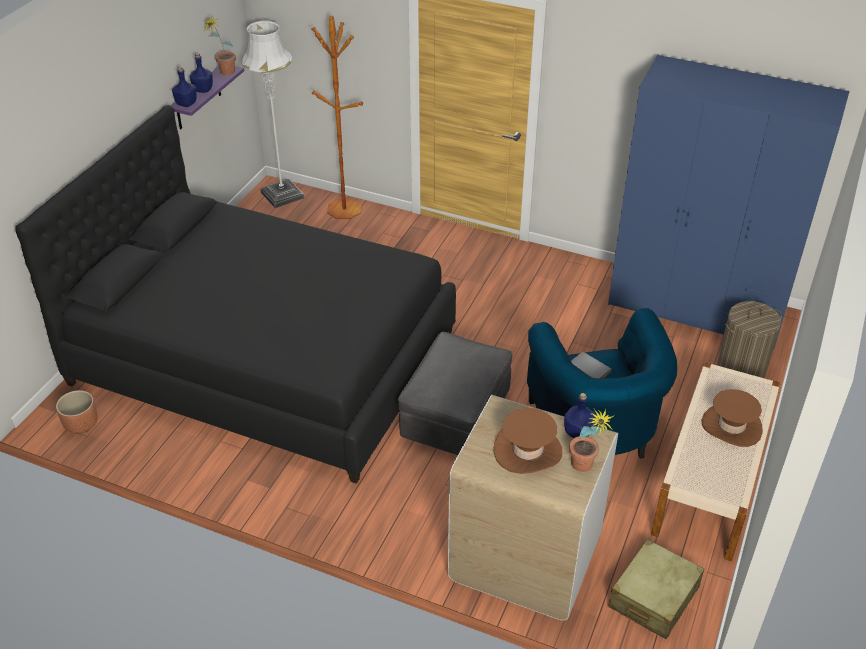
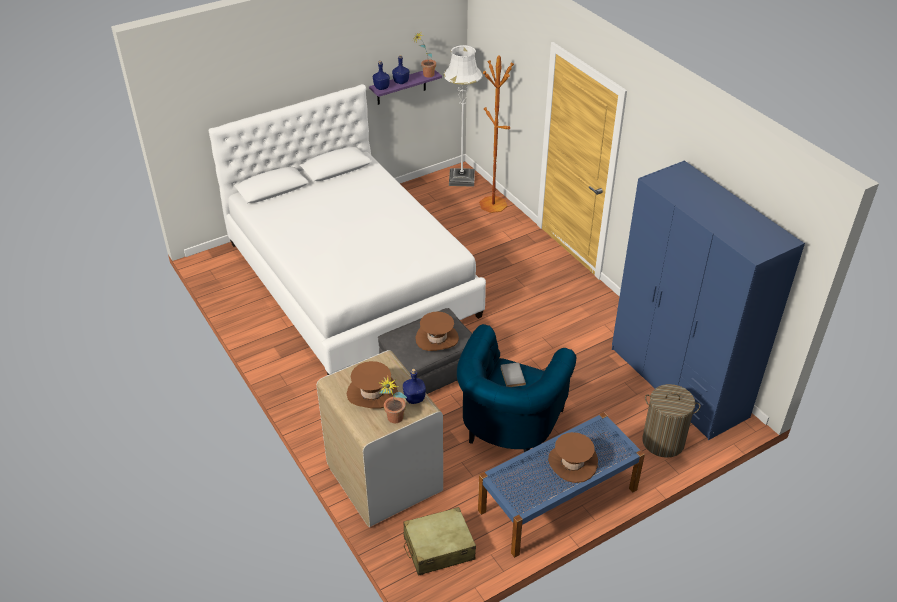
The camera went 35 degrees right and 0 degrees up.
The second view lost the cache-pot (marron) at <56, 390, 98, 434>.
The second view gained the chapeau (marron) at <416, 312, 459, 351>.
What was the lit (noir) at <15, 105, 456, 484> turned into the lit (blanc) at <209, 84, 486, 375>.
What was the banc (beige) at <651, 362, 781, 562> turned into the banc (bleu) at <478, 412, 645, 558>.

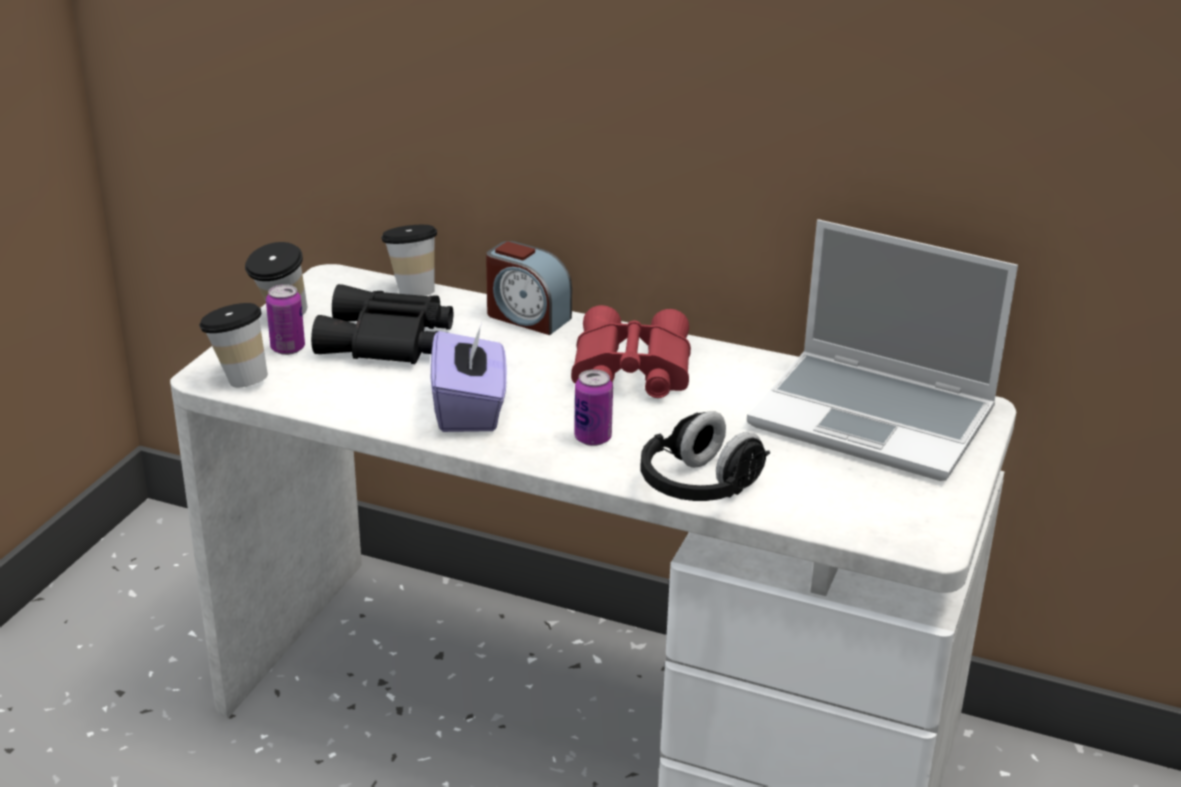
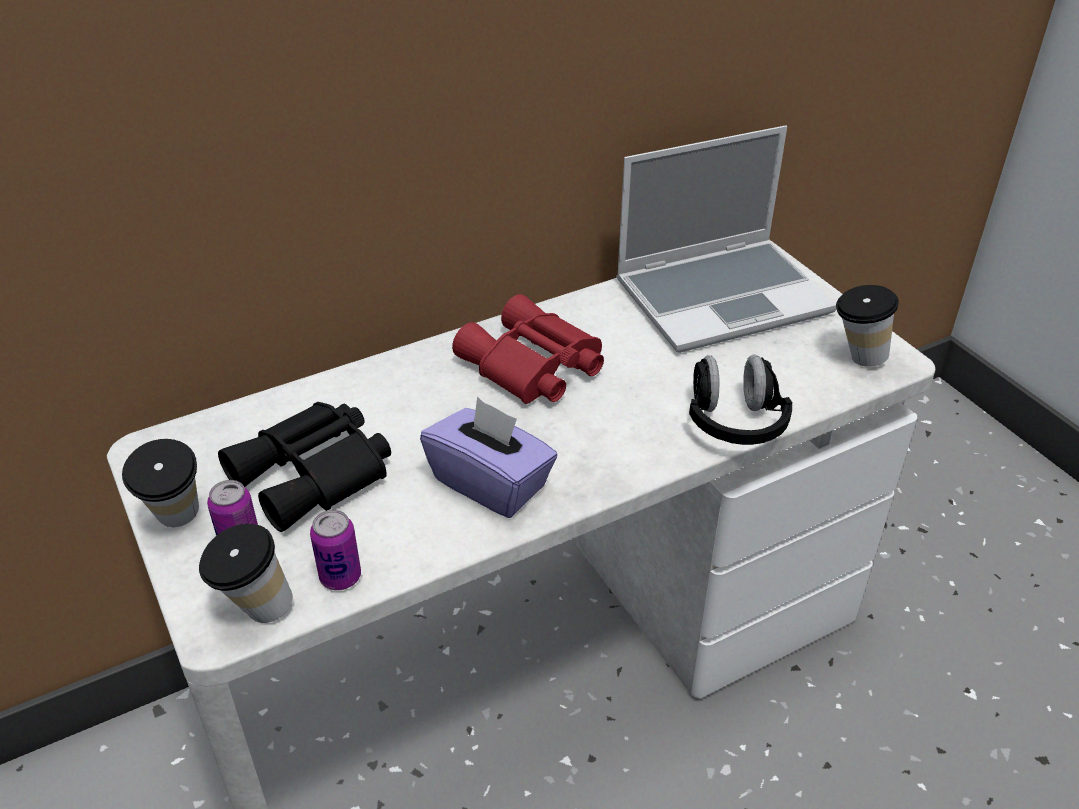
The camera went 50 degrees left and 10 degrees up.
The second view lost the réveil at <486, 241, 572, 335>.
The tasse ended up elsewhere, having gone from <381, 225, 437, 296> to <836, 285, 899, 367>.
The boîte métallique ended up elsewhere, having gone from <574, 369, 613, 446> to <310, 510, 361, 590>.

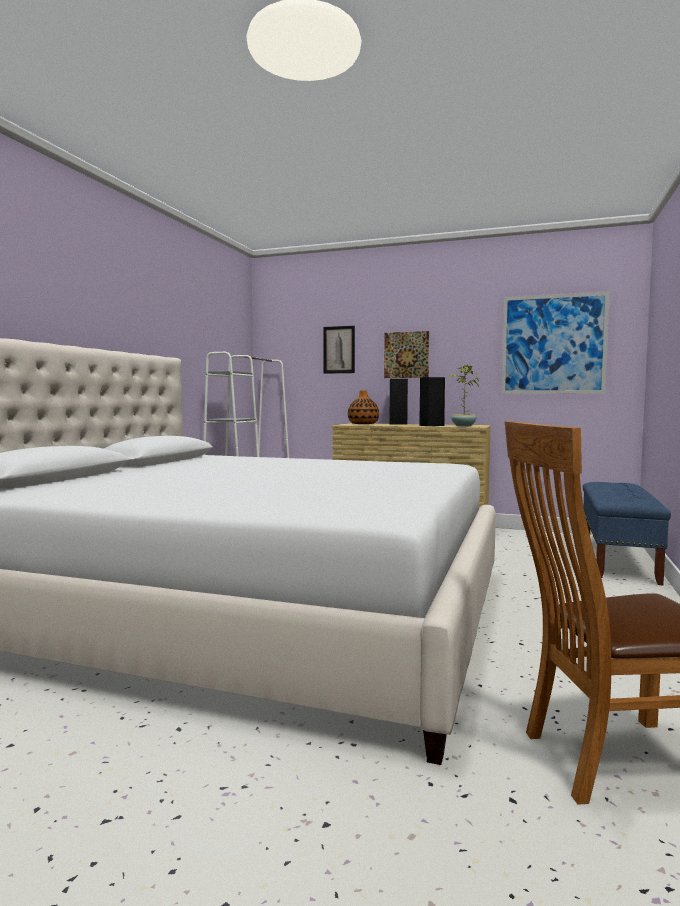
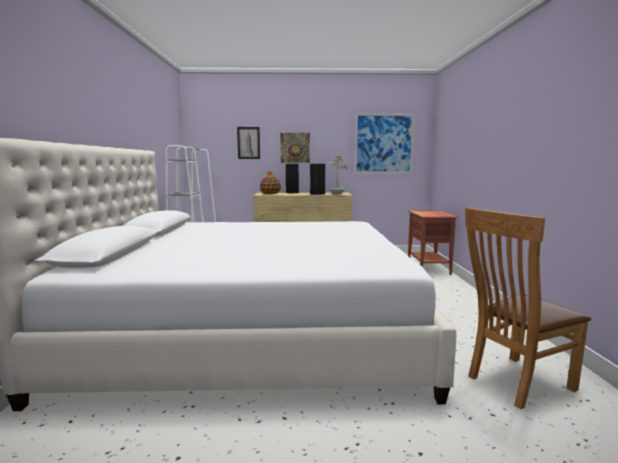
The camera went 20 degrees left and 5 degrees up.
Where the banc (bleu) stood at <583, 482, 671, 585>, the table de chevet came to stand at <408, 211, 459, 275>.

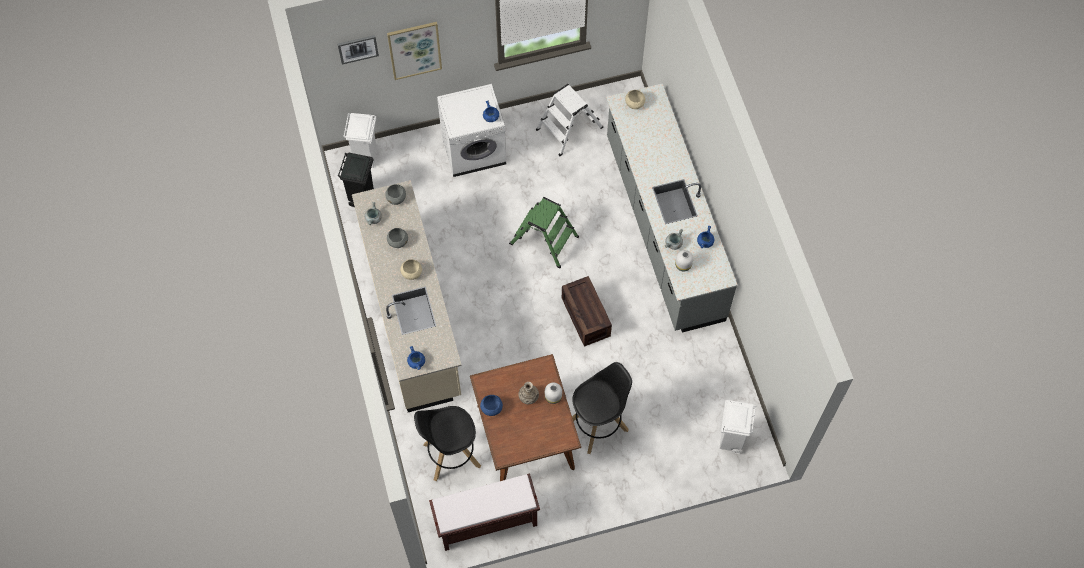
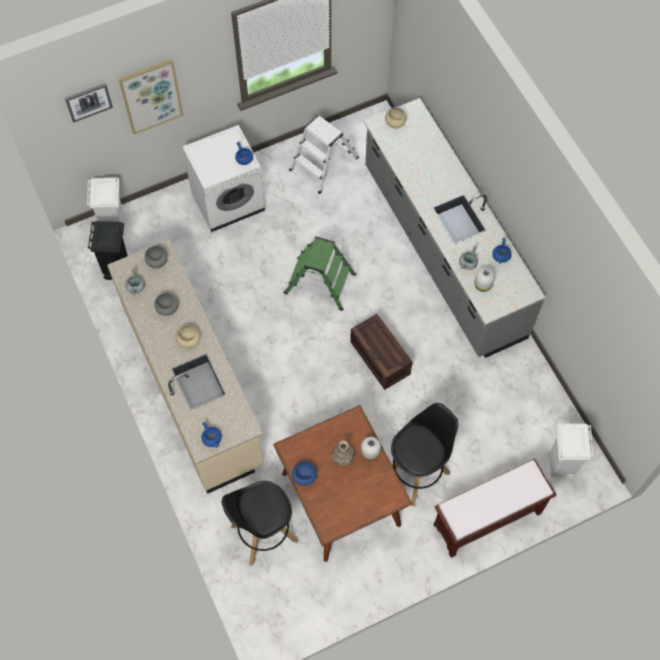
The camera went 10 degrees left and 0 degrees up.
The banc (marron) ended up elsewhere, having gone from <429, 473, 540, 551> to <434, 459, 557, 558>.

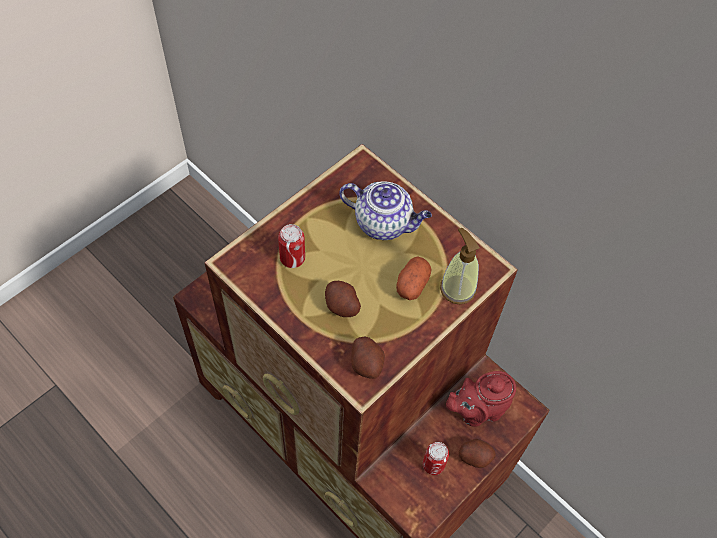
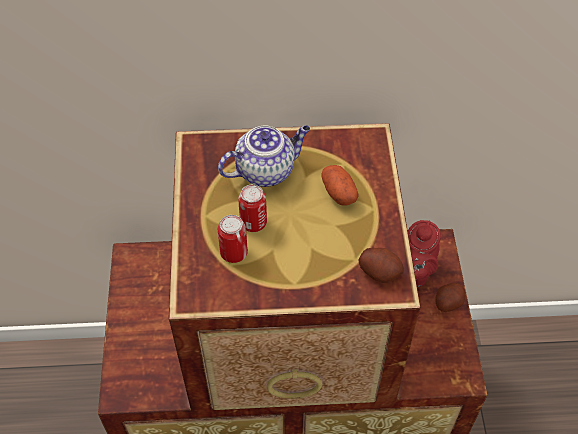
The camera went 45 degrees left and 5 degrees down.
The second view lost the pomme de terre at <325, 281, 361, 317>.
The second view lost the distributeur de savon at <440, 228, 480, 305>.
The boîte métallique ended up elsewhere, having gone from <423, 442, 449, 475> to <238, 184, 267, 232>.

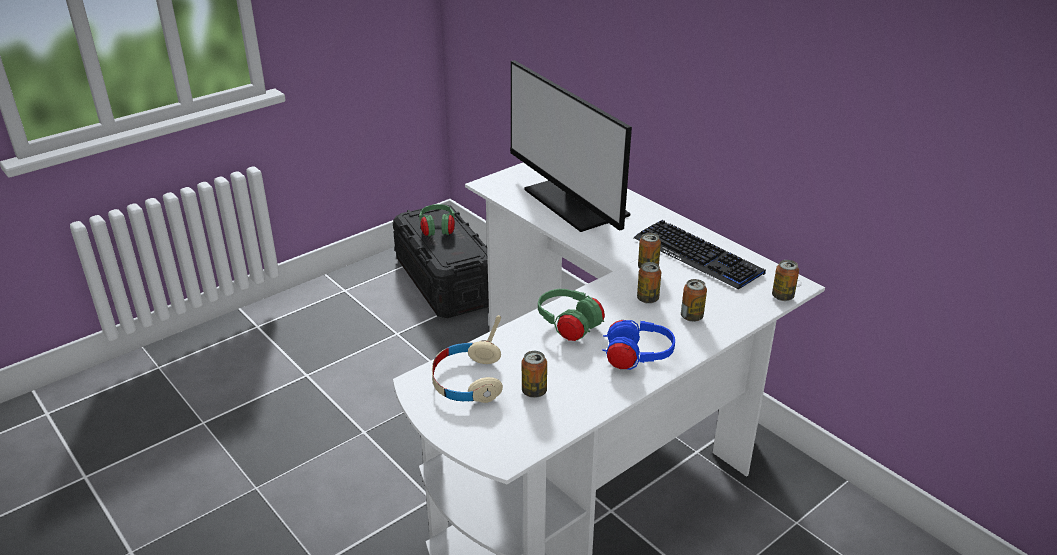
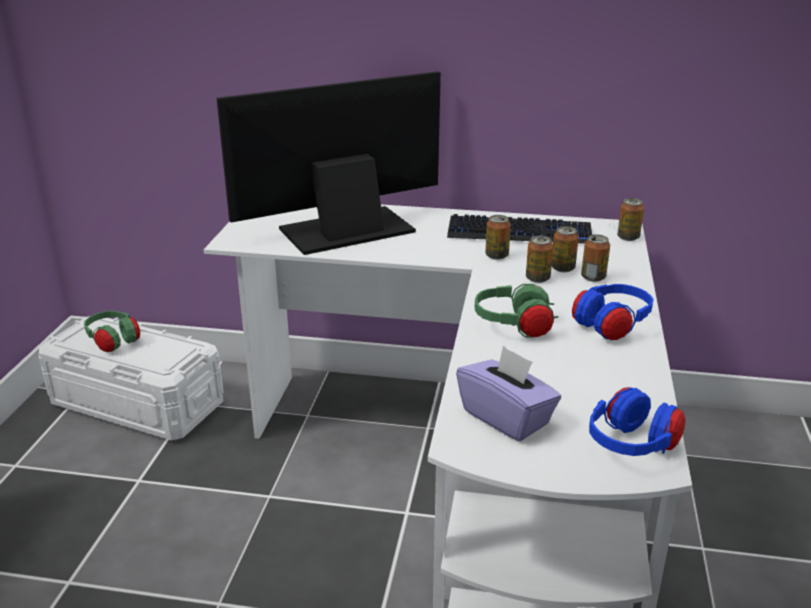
The camera went 40 degrees left and 5 degrees down.
The second view gained the casque audio (bleu) at <589, 387, 685, 456>.
The boîte métallique ended up elsewhere, having gone from <521, 351, 547, 398> to <552, 226, 579, 272>.
Where the casque audio (beige) stood at <432, 315, 503, 403>, the boîte à mouchoirs (violet) came to stand at <456, 346, 561, 441>.
What was the boîte de rangement (noir) at <393, 204, 489, 318> turned into the boîte de rangement (blanc) at <39, 316, 223, 440>.
The écran d'ordinateur at <510, 60, 632, 232> ended up facing another way, 135 degrees clockwise from before.

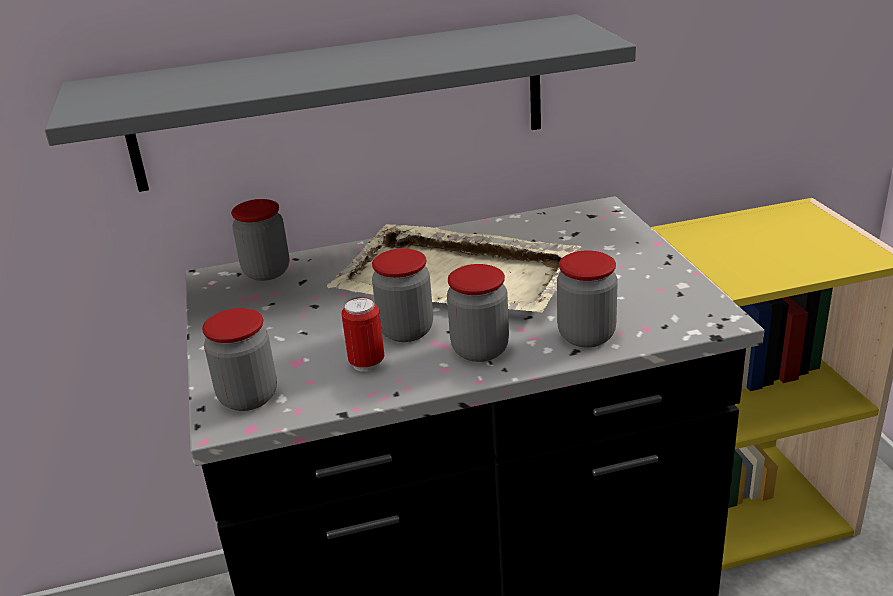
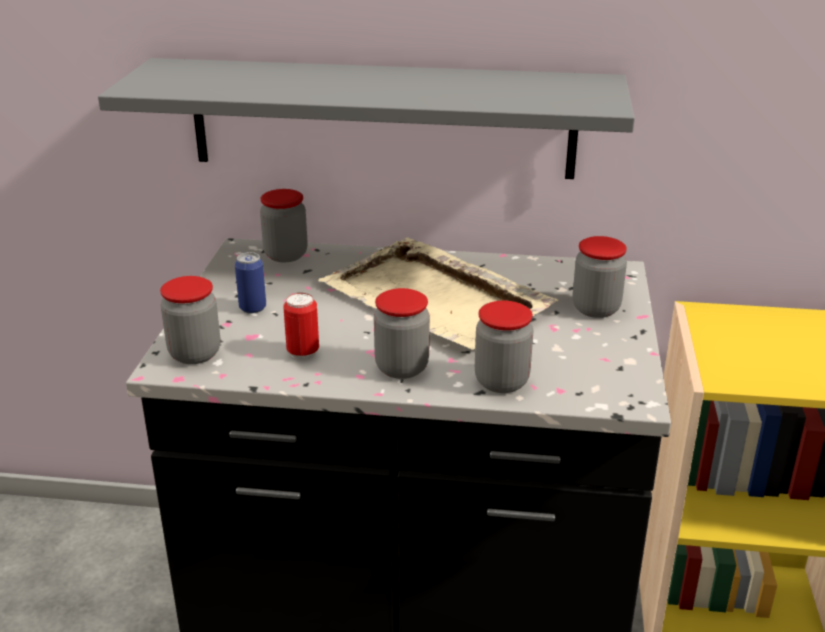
The camera went 20 degrees right and 0 degrees up.
The second view gained the boîte métallique at <235, 252, 266, 314>.
The bocal ended up elsewhere, having gone from <372, 248, 433, 342> to <573, 236, 627, 318>.

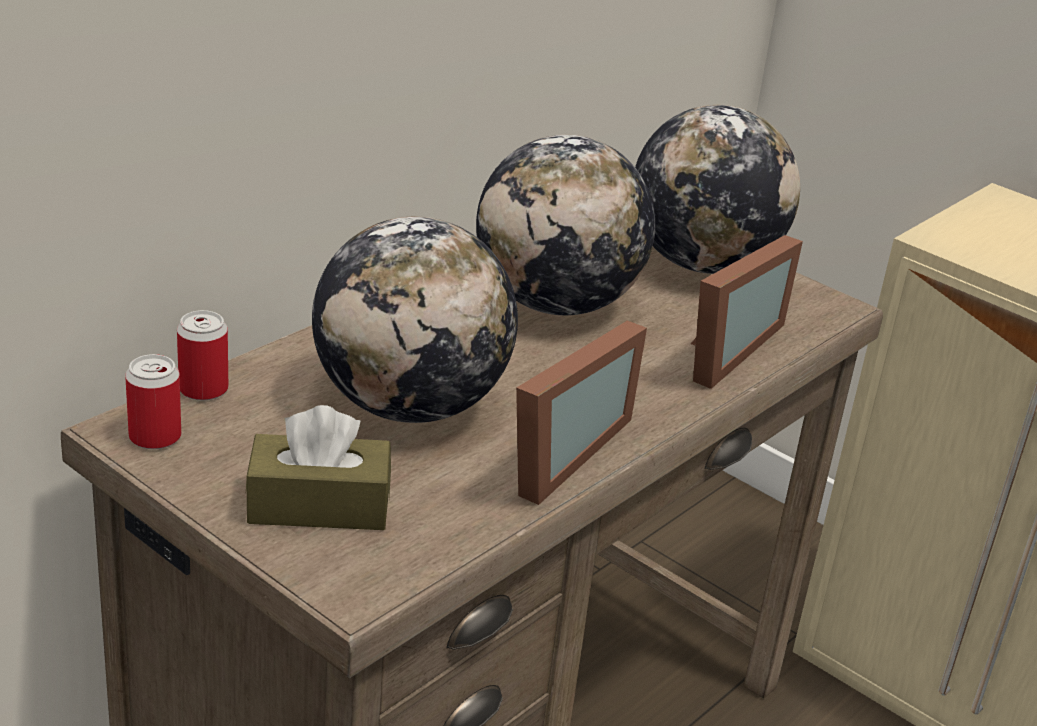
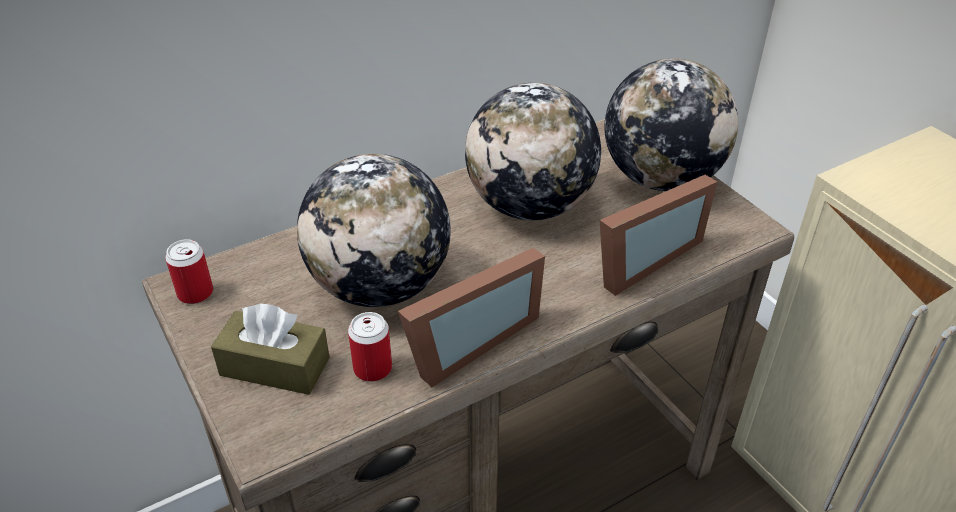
The camera went 20 degrees right and 10 degrees up.
The boîte métallique ended up elsewhere, having gone from <177, 310, 228, 400> to <348, 312, 392, 382>.

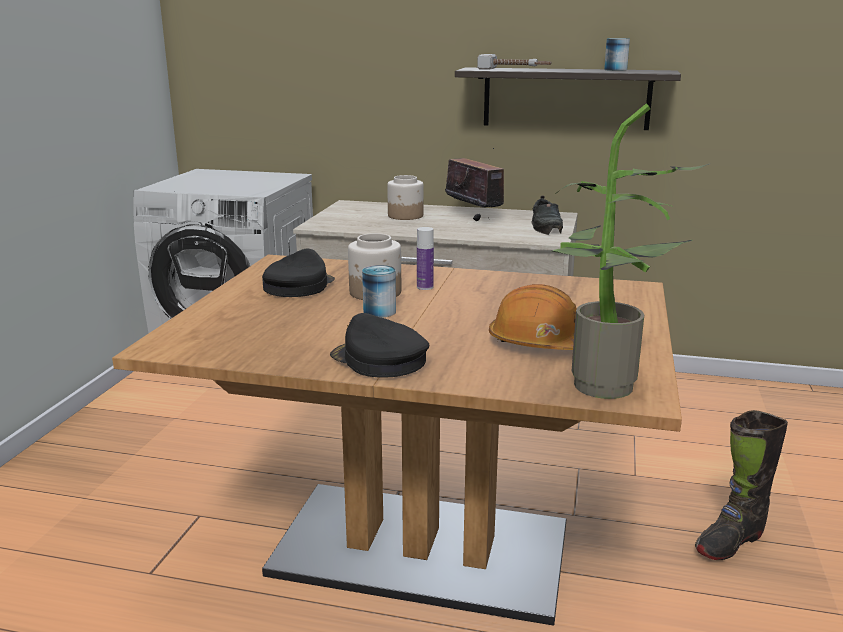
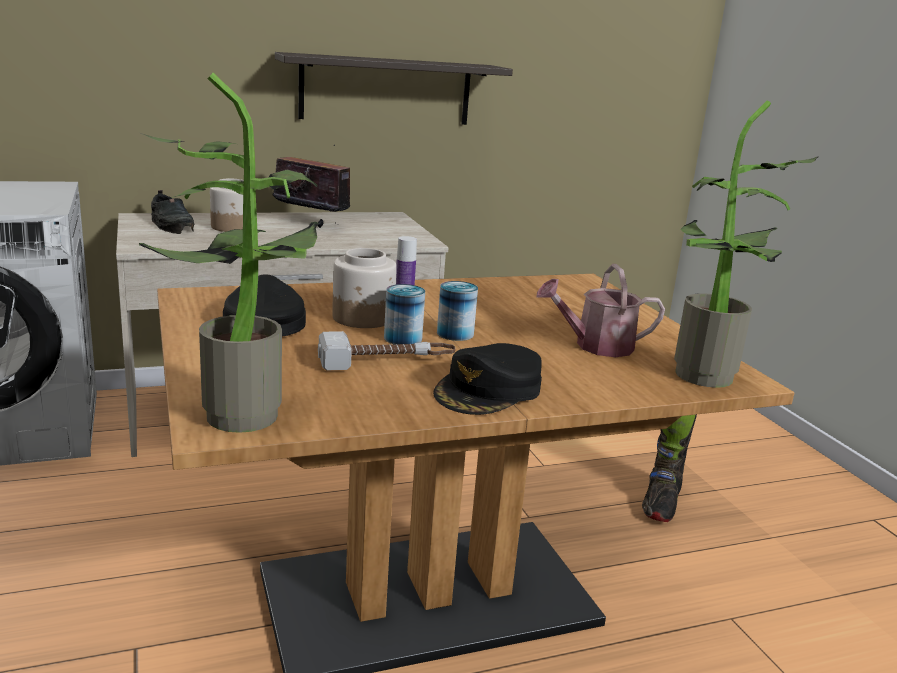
The camera went 35 degrees left and 0 degrees up.
The second view gained the plante en pot at <139, 73, 319, 433>.
The marteau ended up elsewhere, having gone from <477, 54, 551, 70> to <318, 331, 455, 370>.
The chaussure (noir) ended up elsewhere, having gone from <531, 196, 563, 235> to <151, 190, 194, 234>.
The boîte métallique ended up elsewhere, having gone from <604, 38, 630, 71> to <437, 281, 478, 341>.
Where the casque de chantier (orange) stood at <489, 284, 577, 350>, the arrosoir came to stand at <536, 264, 665, 357>.
The casquette (noir) at <330, 313, 429, 378> ended up facing another way, 60 degrees counterclockwise from before.

